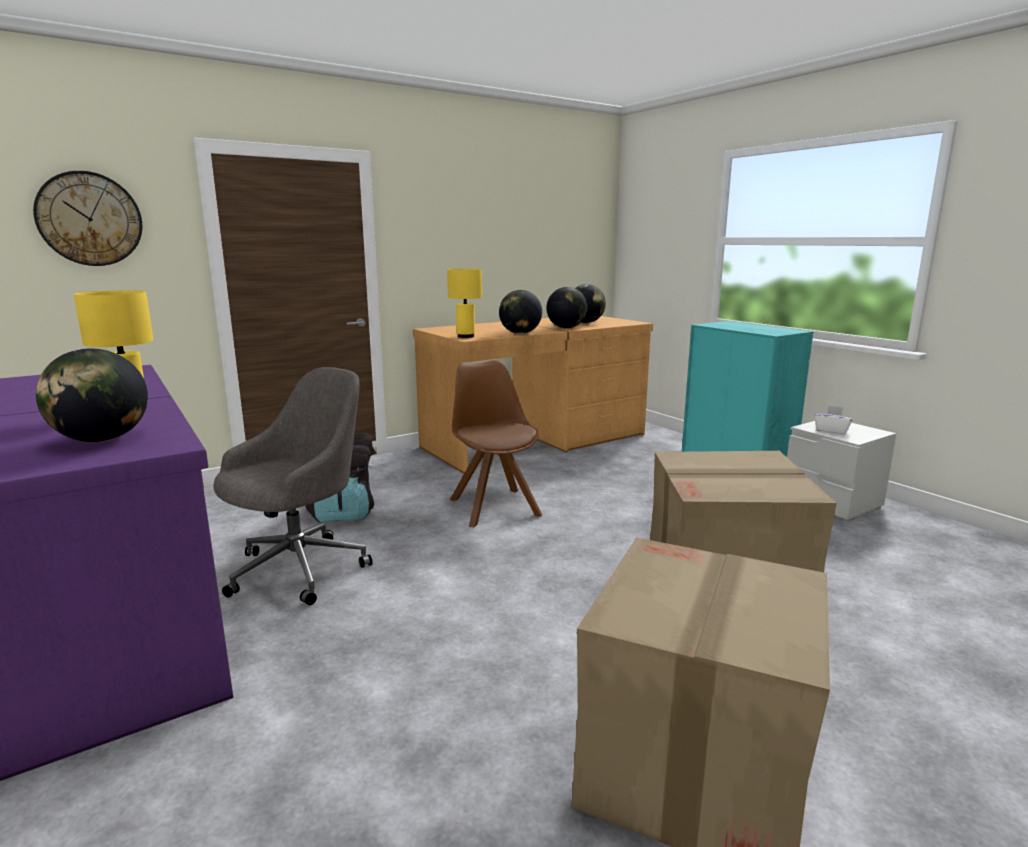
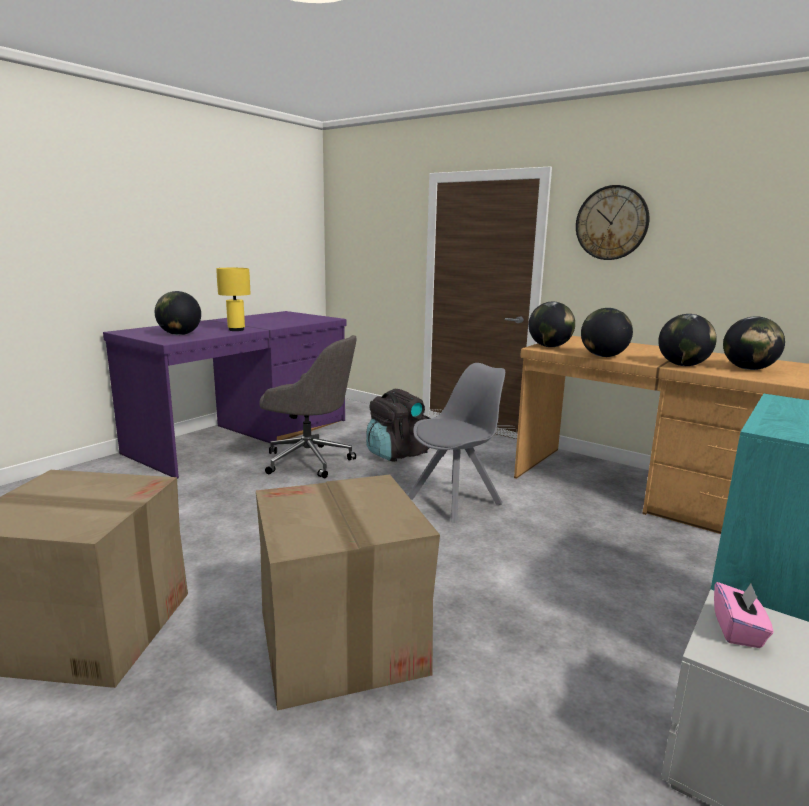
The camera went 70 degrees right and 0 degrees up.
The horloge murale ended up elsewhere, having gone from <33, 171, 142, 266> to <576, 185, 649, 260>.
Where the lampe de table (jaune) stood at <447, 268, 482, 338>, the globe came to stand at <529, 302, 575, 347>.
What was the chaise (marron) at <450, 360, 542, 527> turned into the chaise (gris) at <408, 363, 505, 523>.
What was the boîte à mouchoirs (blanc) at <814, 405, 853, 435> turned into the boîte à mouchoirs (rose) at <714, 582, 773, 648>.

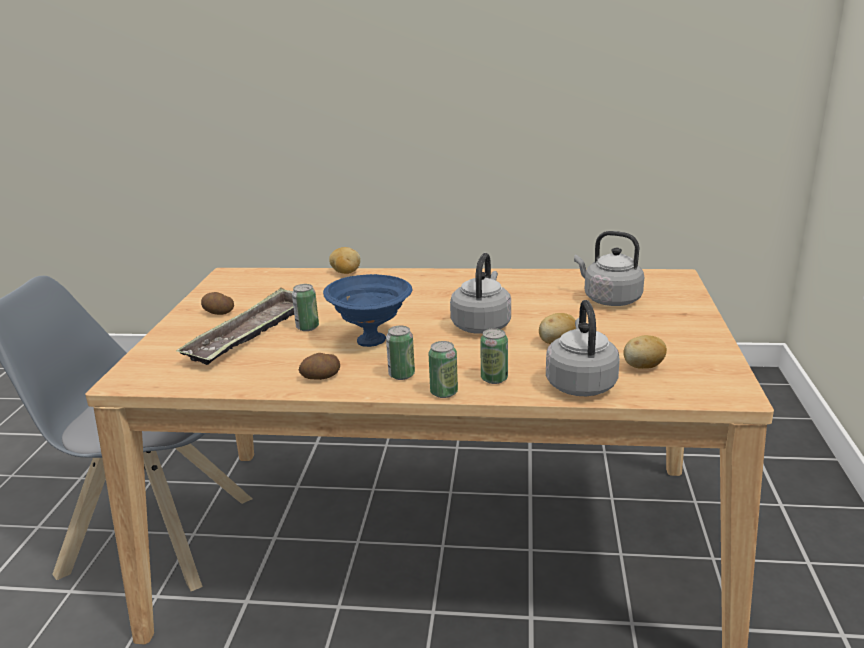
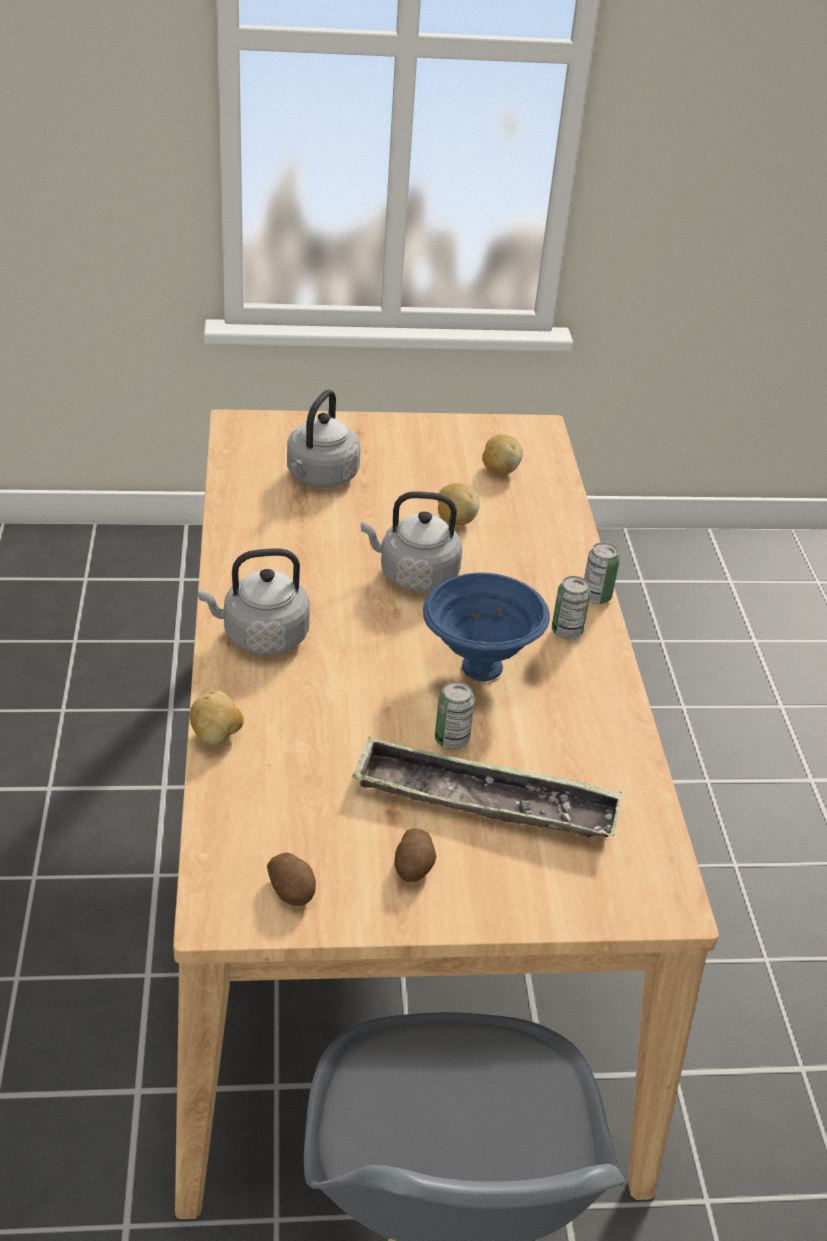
The camera went 105 degrees left and 15 degrees up.
The second view lost the boîte métallique at <480, 328, 508, 384>.
The pomme de terre ended up elsewhere, having gone from <299, 353, 340, 380> to <267, 853, 316, 906>.
The bouilloire (gris) ended up elsewhere, having gone from <546, 300, 620, 396> to <197, 548, 310, 655>.

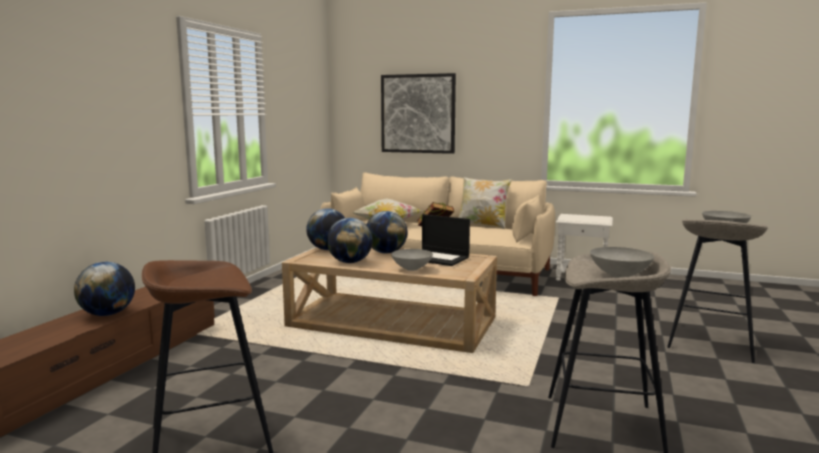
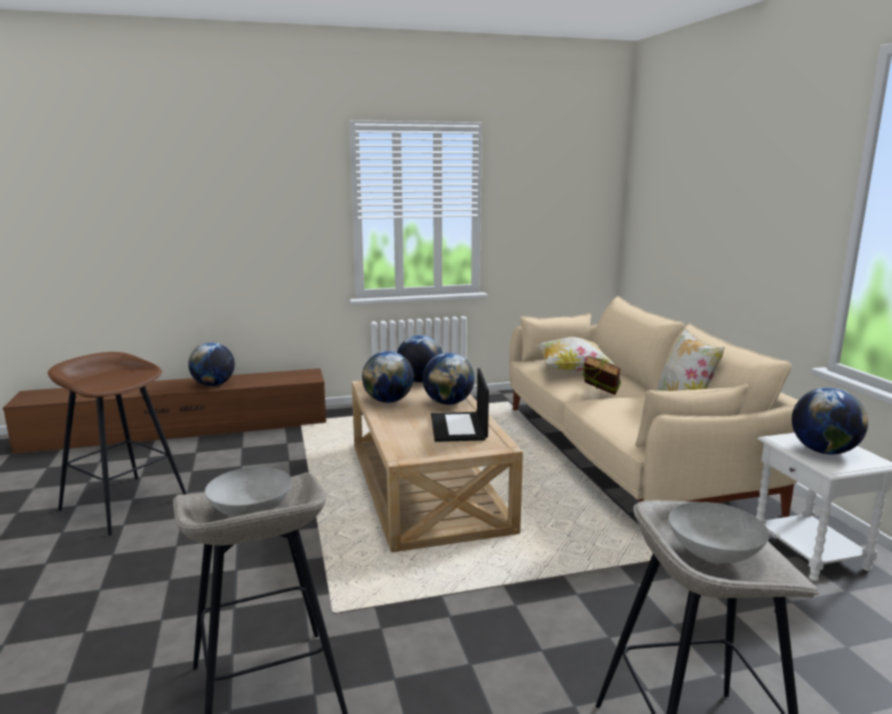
The camera went 55 degrees right and 5 degrees up.
The second view lost the tableau at <381, 73, 456, 154>.
The second view lost the bol (gris) at <391, 249, 433, 271>.
The second view gained the globe at <792, 387, 868, 454>.

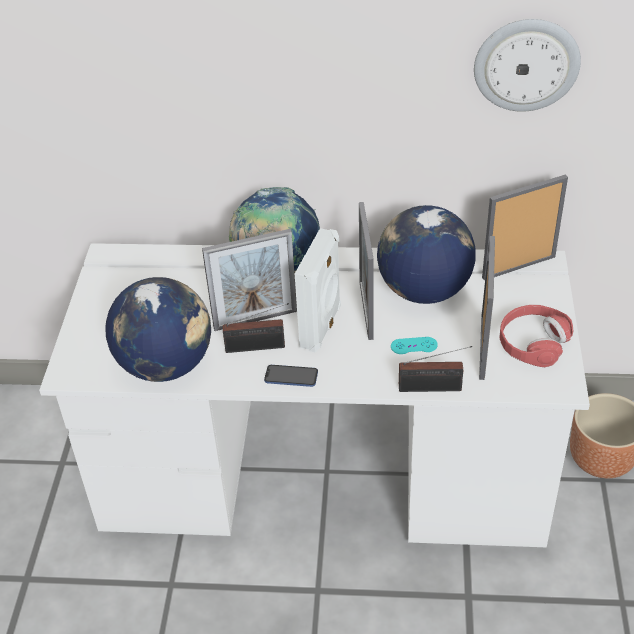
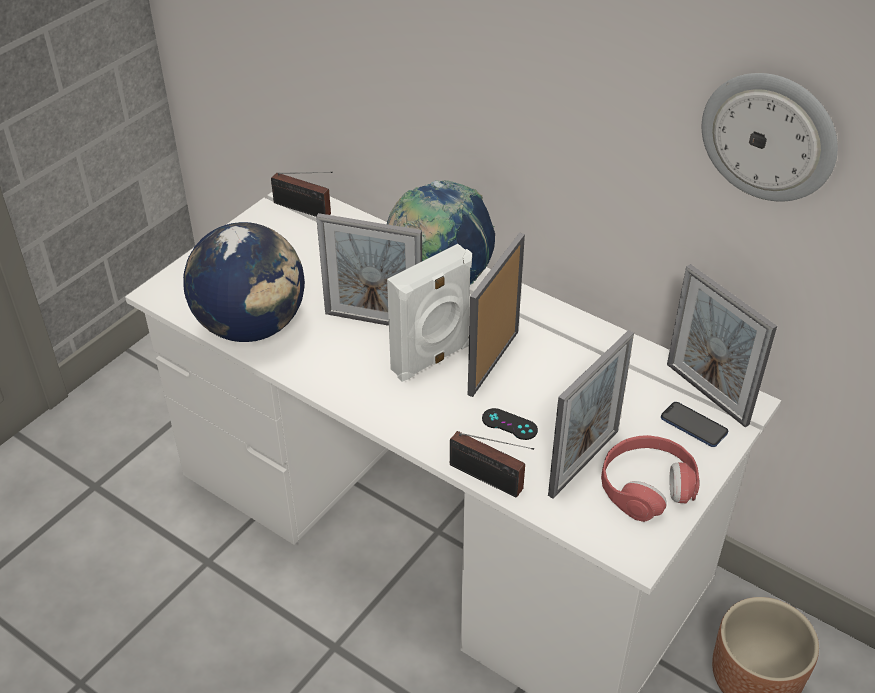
The camera went 30 degrees right and 0 degrees up.
The second view lost the globe at <377, 205, 476, 304>.
The radio ended up elsewhere, having gone from <223, 303, 289, 353> to <271, 172, 333, 217>.
The téléphone ended up elsewhere, having gone from <264, 365, 318, 387> to <661, 402, 728, 447>.
What was the manette (turquoise) at <391, 337, 438, 354> turned into the manette (noir) at <482, 408, 538, 440>.
The cadre photo at <482, 174, 568, 280> ended up facing another way, 135 degrees counterclockwise from before.

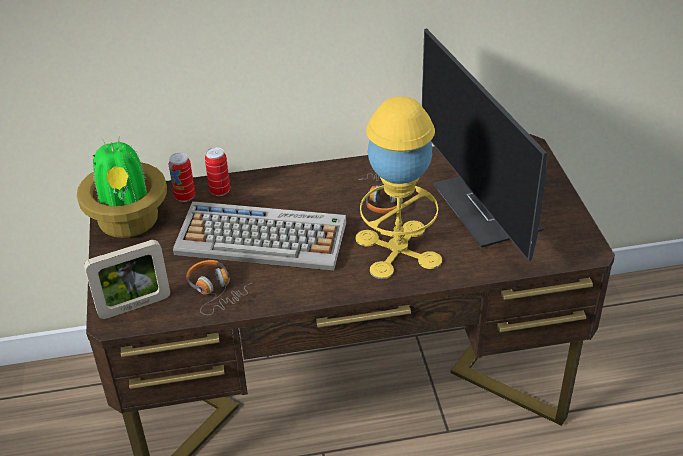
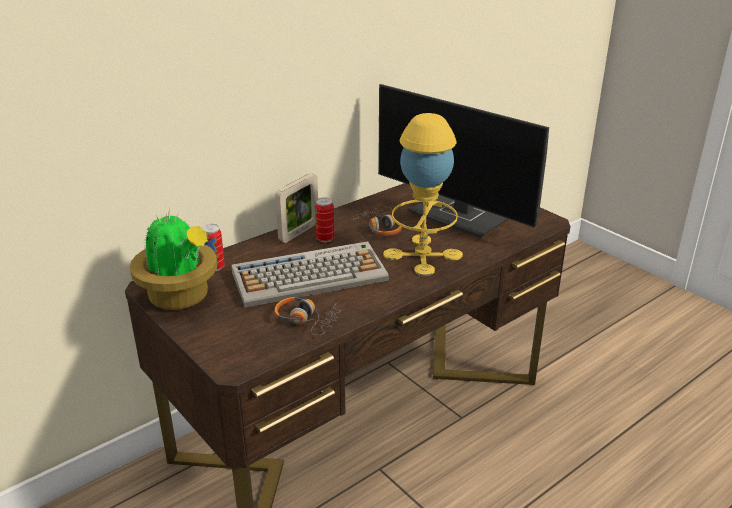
The camera went 30 degrees left and 10 degrees down.
The cadre photo ended up elsewhere, having gone from <84, 240, 170, 319> to <275, 173, 318, 243>.
The boîte métallique ended up elsewhere, having gone from <205, 147, 230, 196> to <315, 198, 335, 242>.

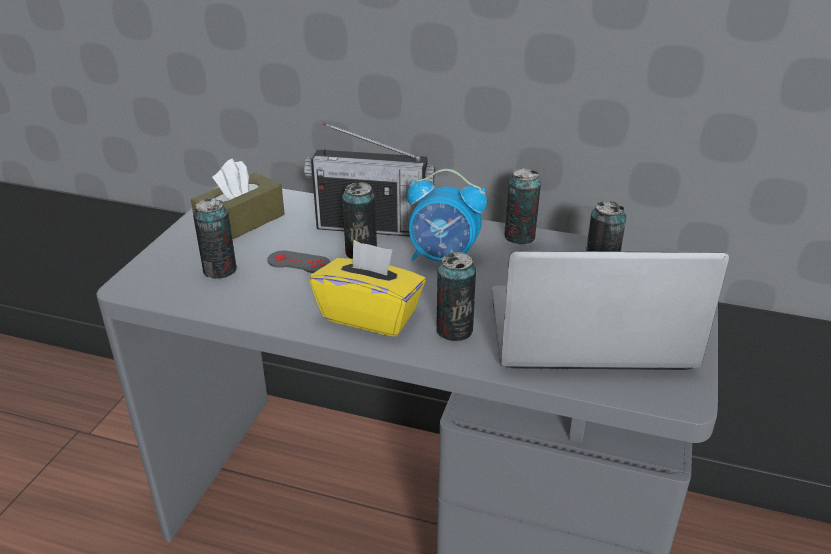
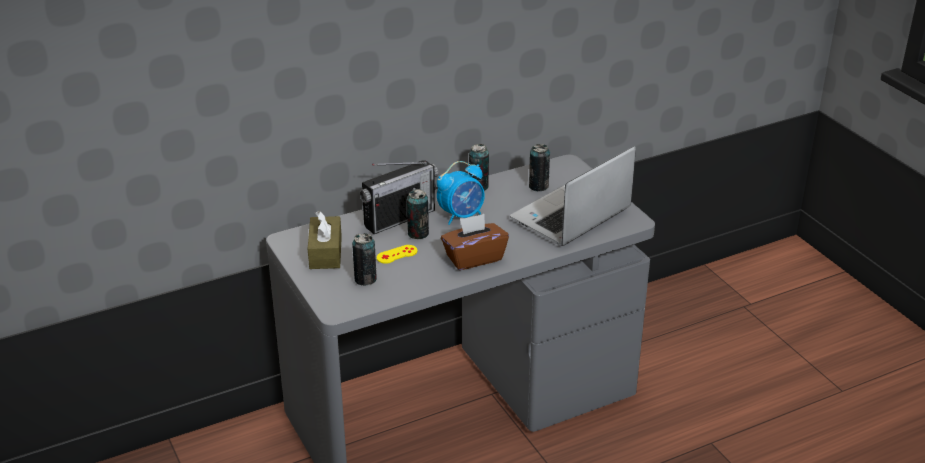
The camera went 45 degrees left and 0 degrees up.
The second view lost the boîte métallique at <436, 252, 476, 341>.
What was the manette (gris) at <267, 250, 330, 273> turned into the manette (jaune) at <377, 245, 418, 264>.
What was the boîte à mouchoirs (jaune) at <310, 240, 426, 336> turned into the boîte à mouchoirs (marron) at <441, 214, 509, 270>.

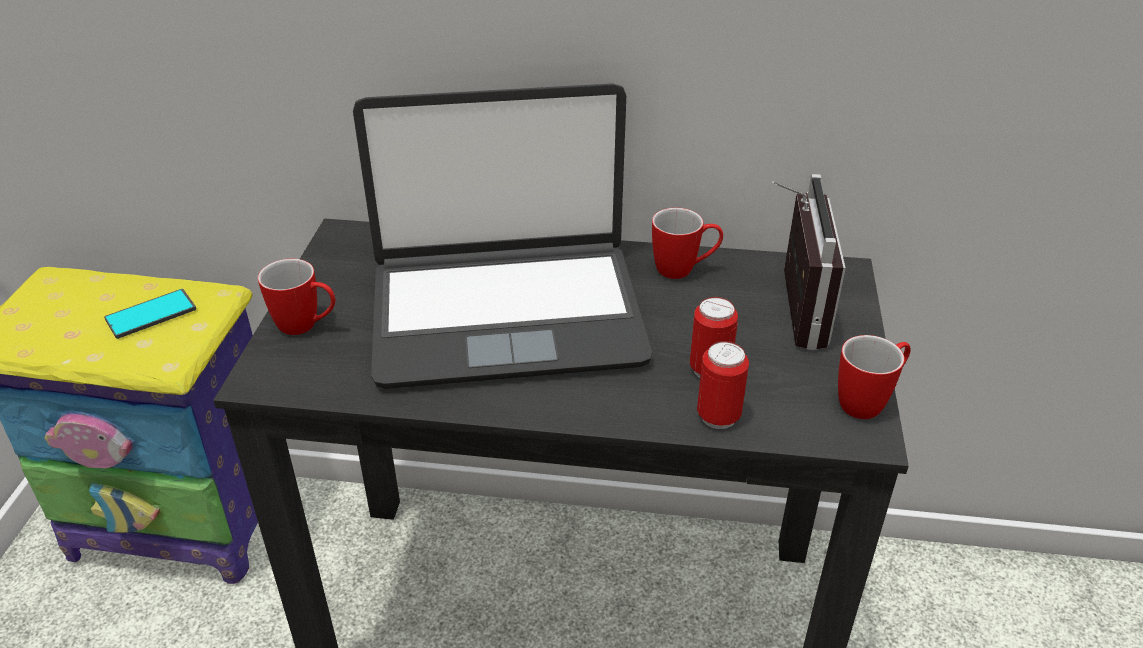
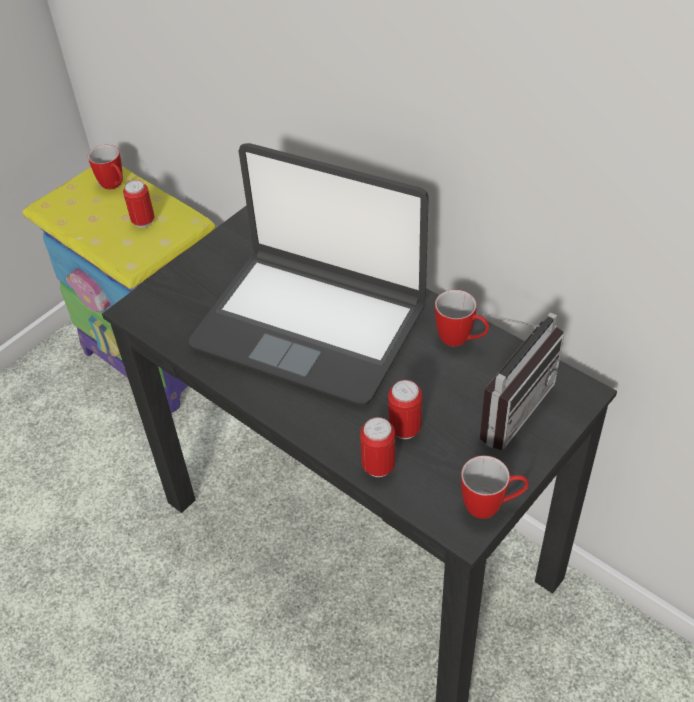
The camera went 35 degrees right and 10 degrees up.
The mug ended up elsewhere, having gone from <258, 259, 335, 335> to <88, 145, 123, 189>.
Where the téléphone stood at <104, 289, 196, 339>, the boîte métallique came to stand at <123, 180, 155, 228>.

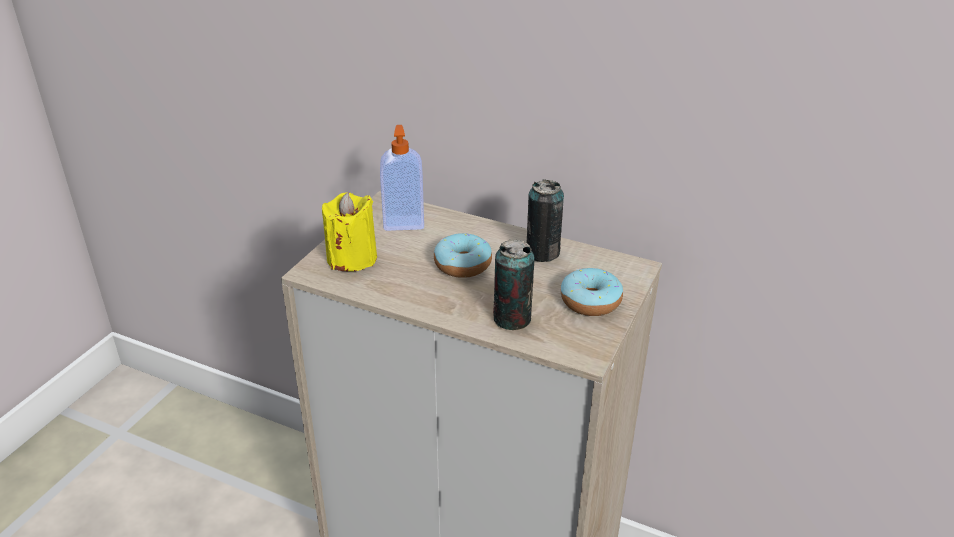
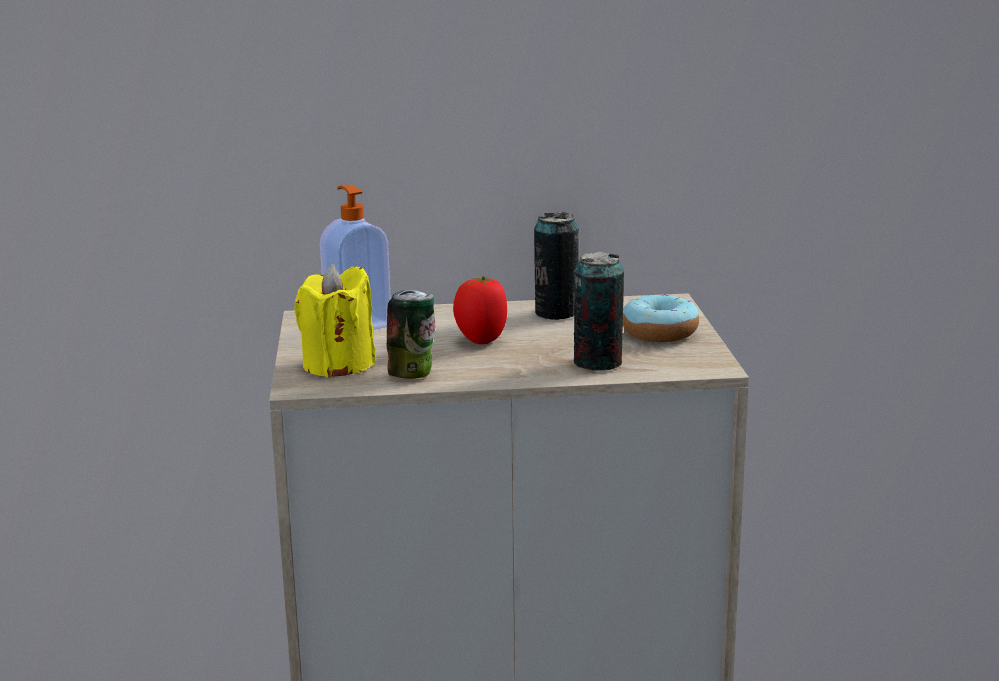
The camera went 30 degrees left and 15 degrees down.
The second view gained the boîte métallique at <387, 290, 435, 379>.
Where the beignet stood at <434, 233, 492, 278>, the tomate came to stand at <453, 276, 507, 344>.

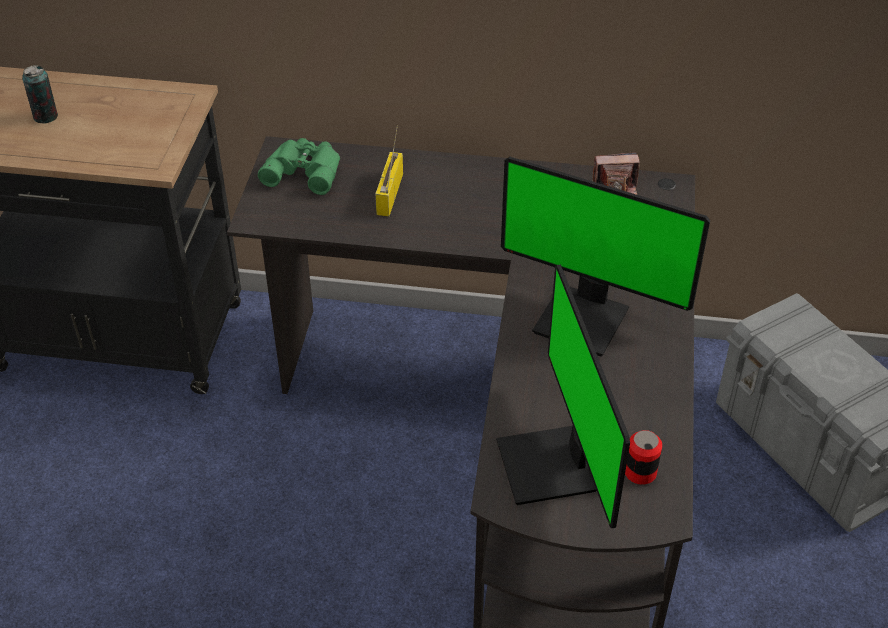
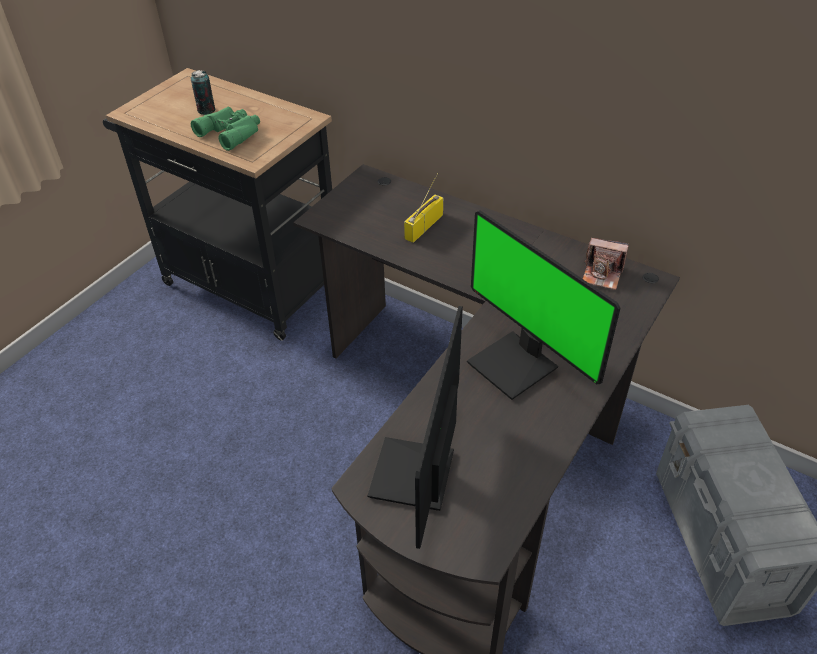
The camera went 25 degrees right and 0 degrees up.
The second view lost the boîte métallique at <625, 430, 662, 485>.
The jumelles (vert) ended up elsewhere, having gone from <258, 138, 340, 195> to <191, 107, 260, 151>.

